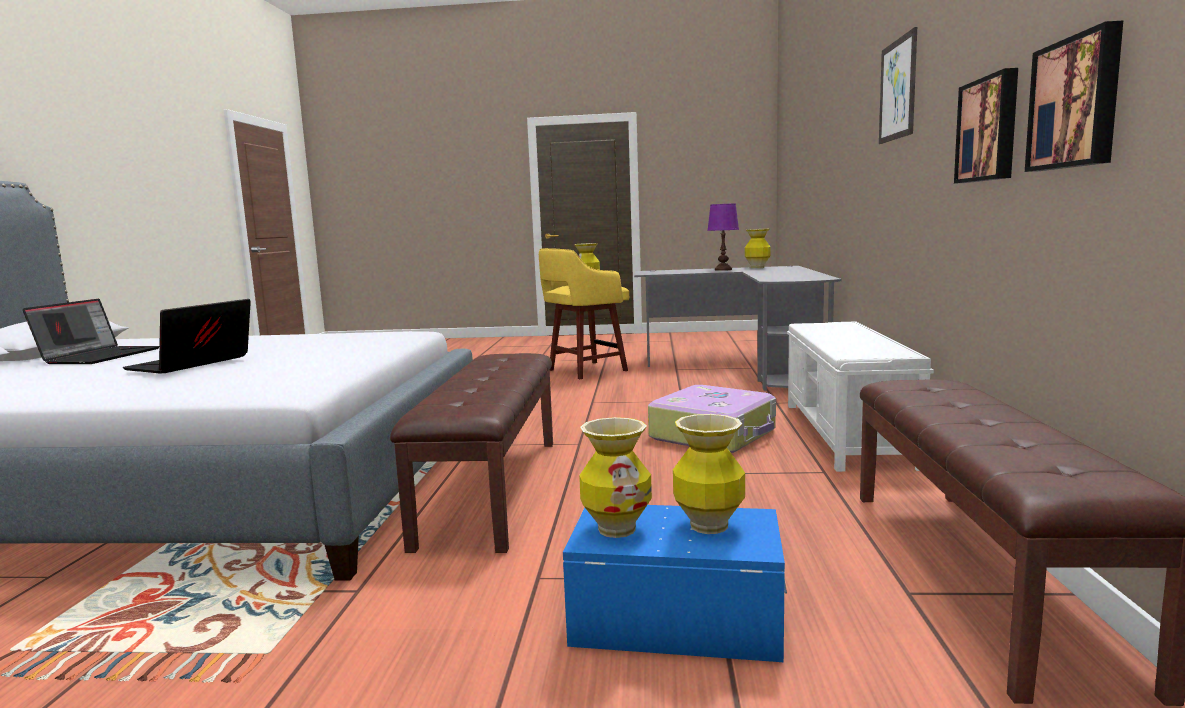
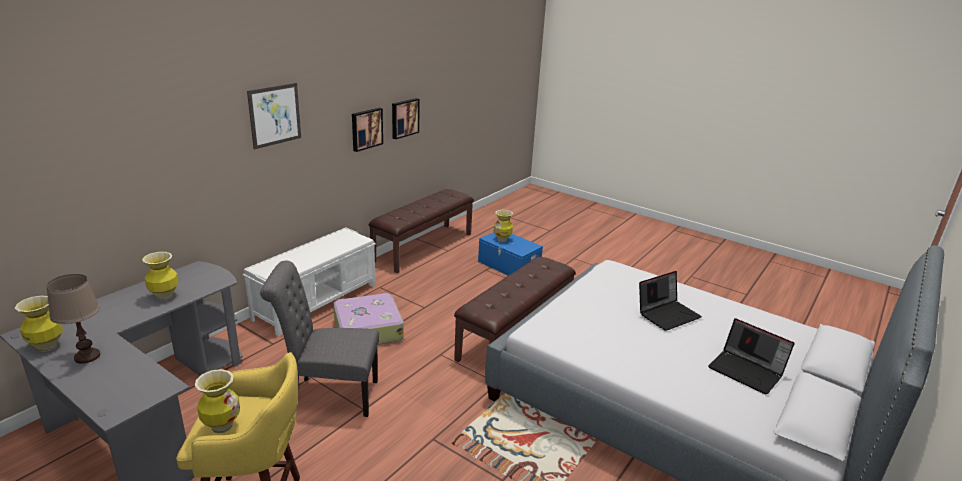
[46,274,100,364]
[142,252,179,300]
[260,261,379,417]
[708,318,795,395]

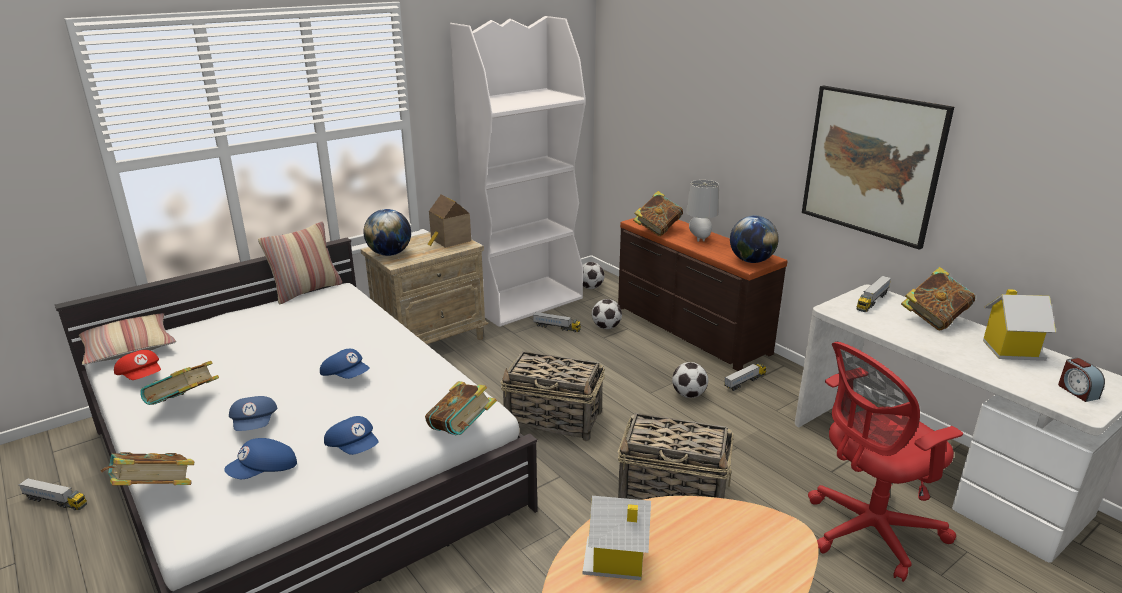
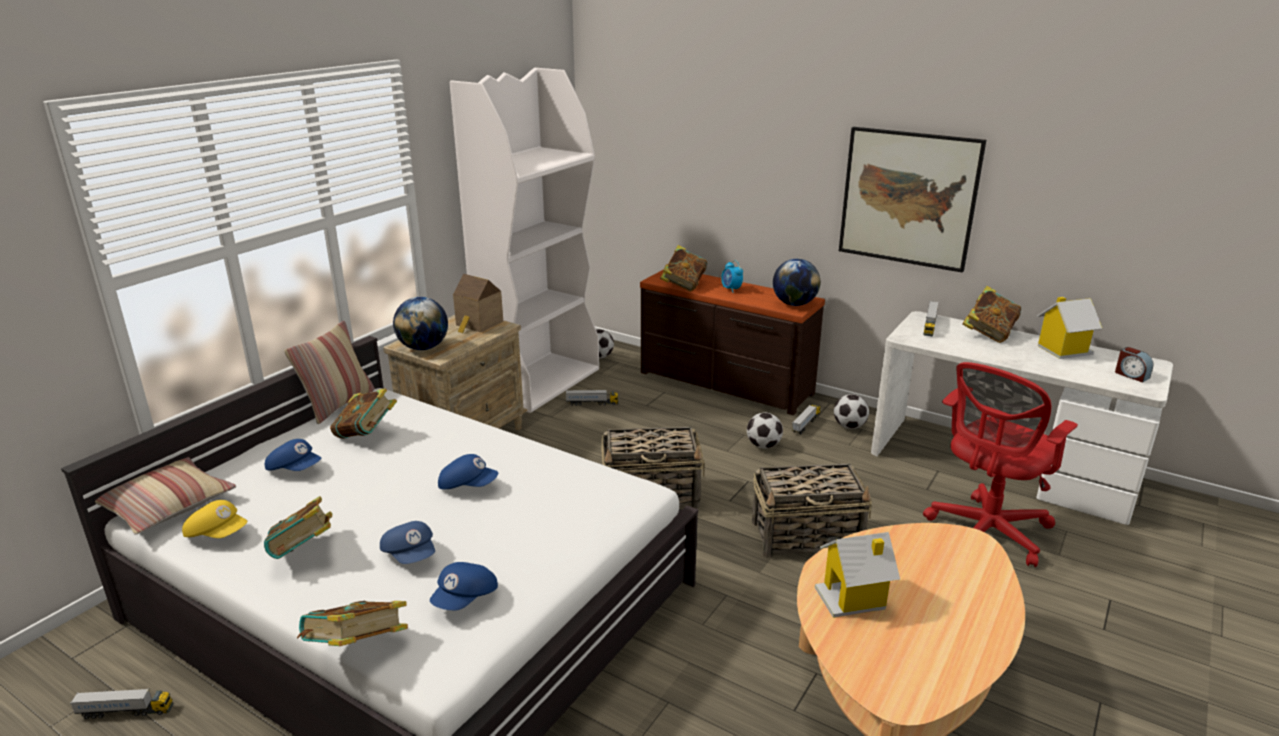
[182,500,247,538]
[265,439,321,471]
[330,388,397,439]
[721,260,743,293]
[834,394,869,429]

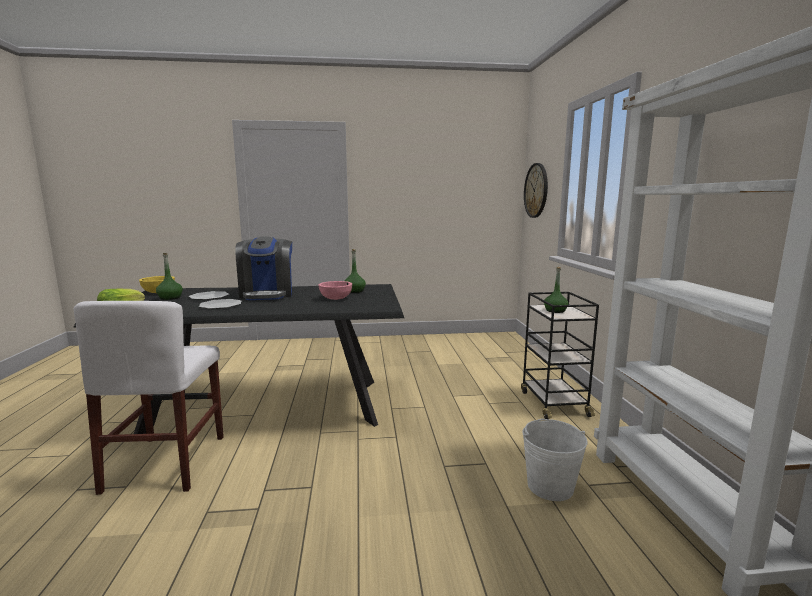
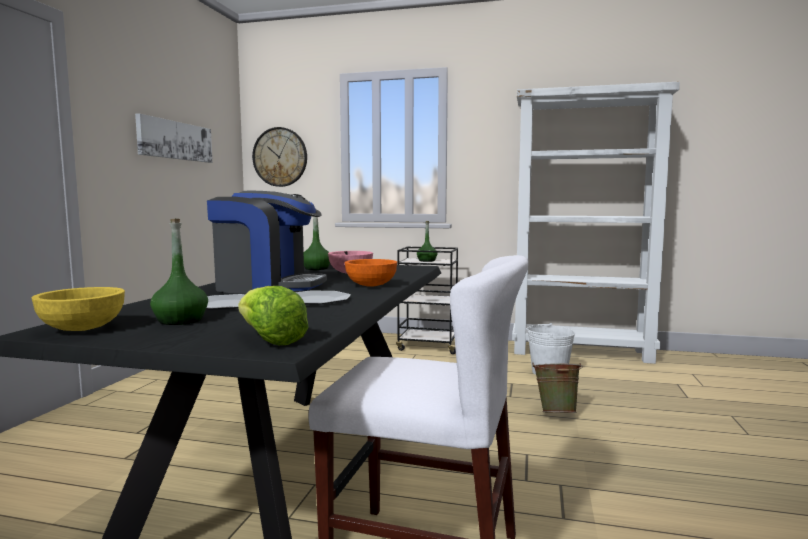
[135,113,212,163]
[345,259,397,287]
[532,362,583,413]

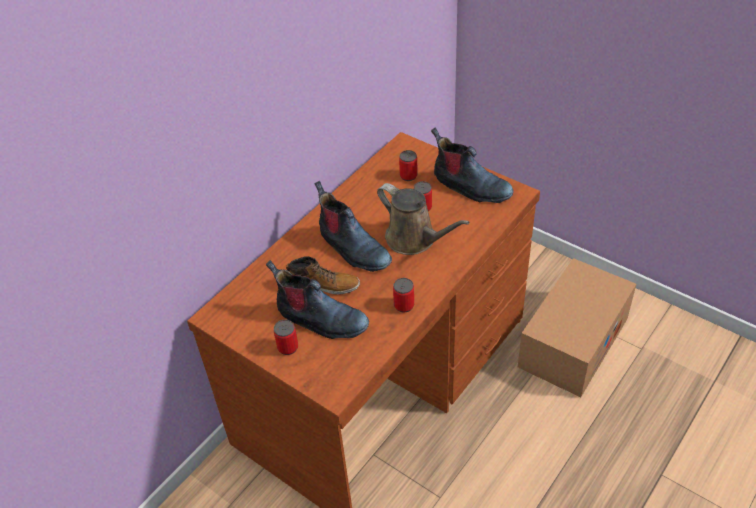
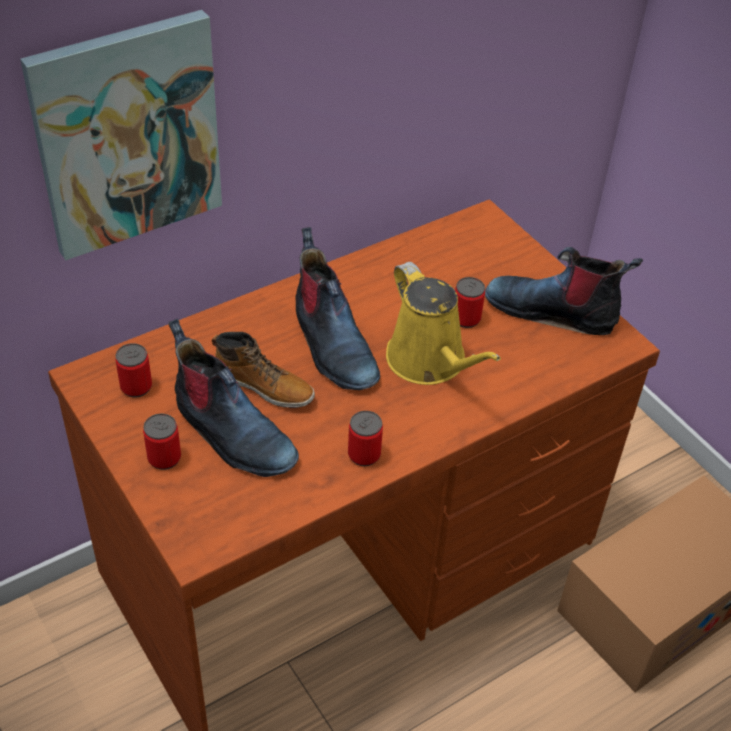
[20,10,222,260]
[115,343,152,397]
[386,262,501,385]
[485,247,643,335]

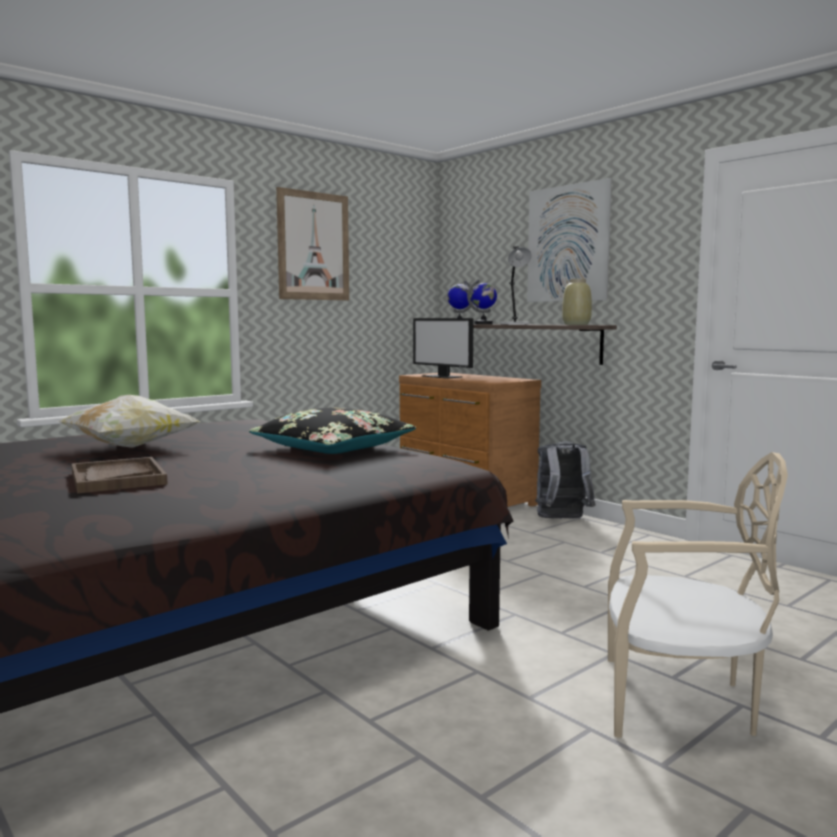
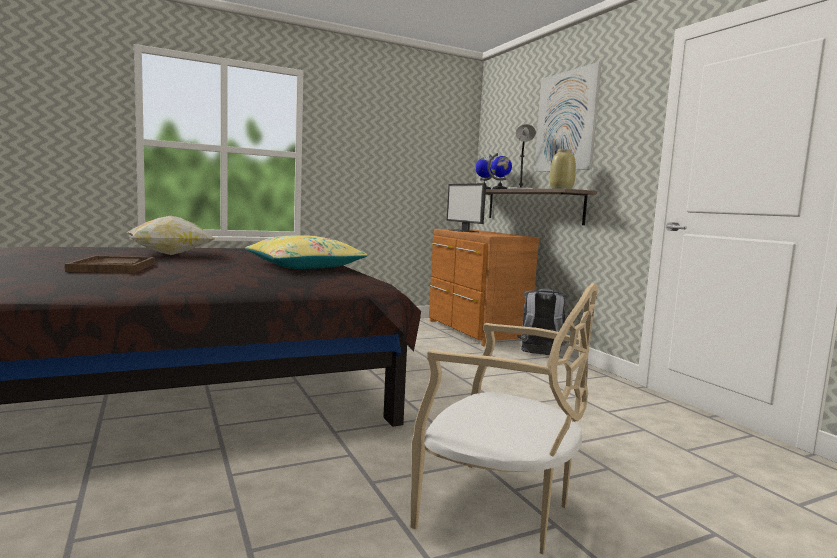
[245,235,368,269]
[276,187,349,300] (first image)

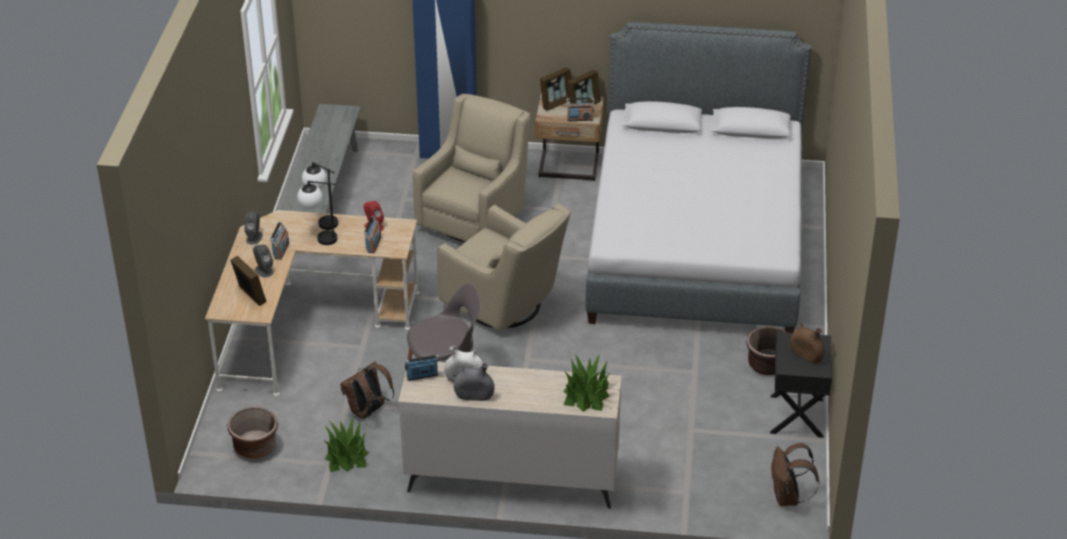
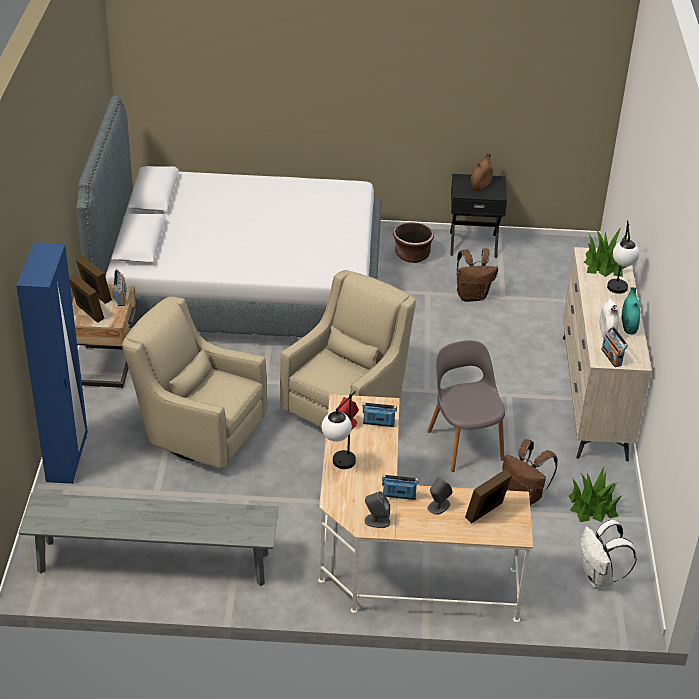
[457,248,498,302]
[581,520,637,588]
[607,220,639,294]
[621,287,640,334]

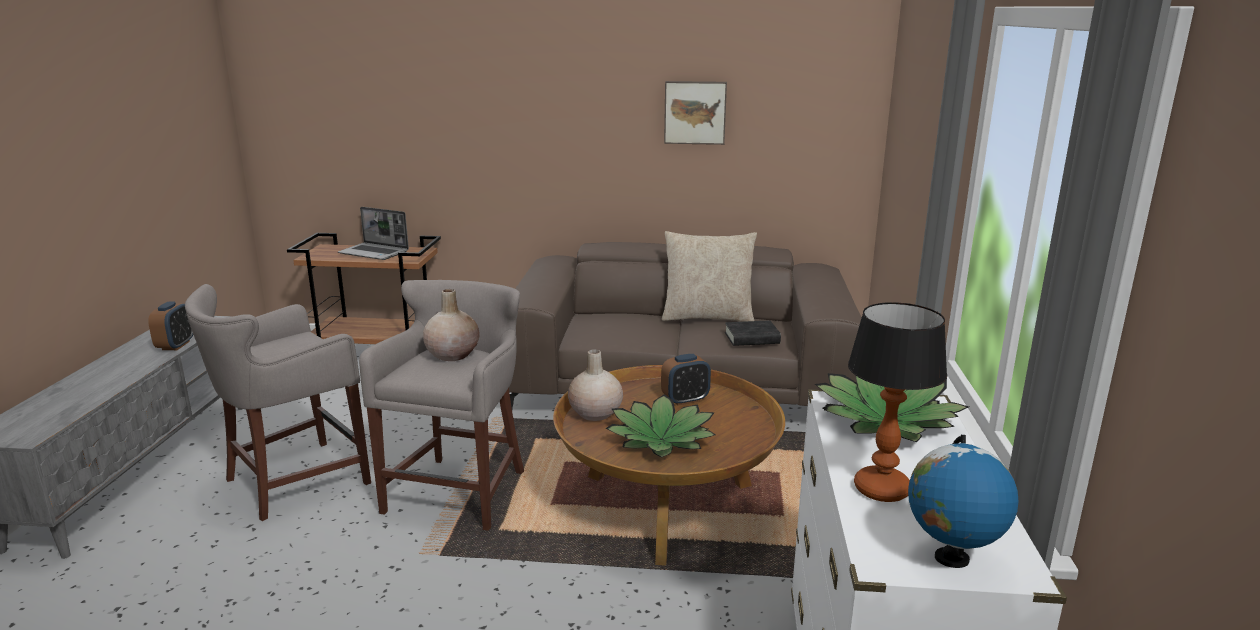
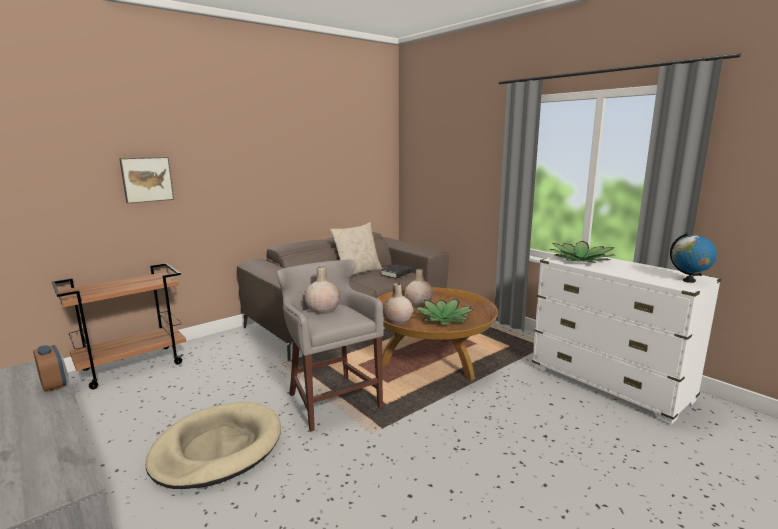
[119,157,174,204]
[146,402,281,489]
[405,269,433,307]
[338,207,409,260] (first image)
[848,302,947,502] (first image)

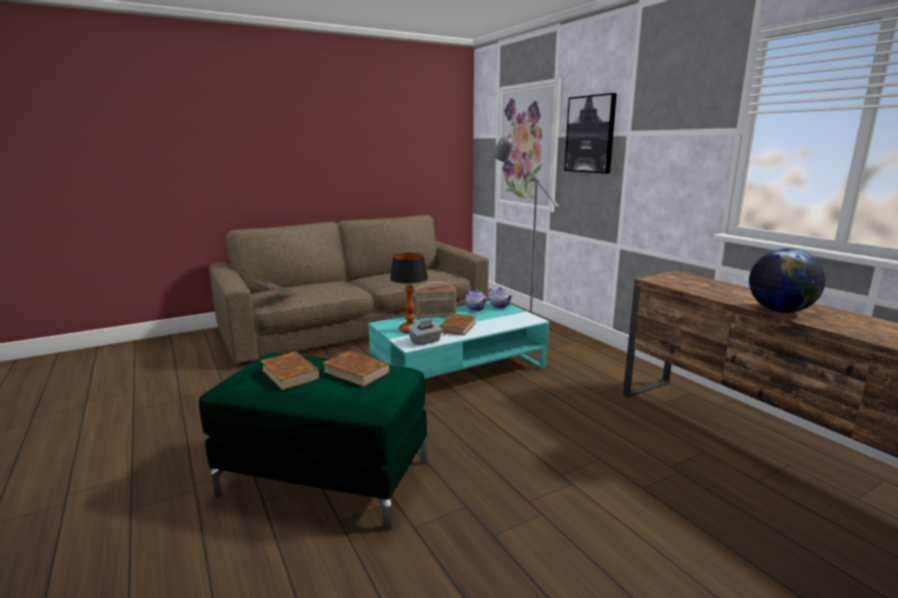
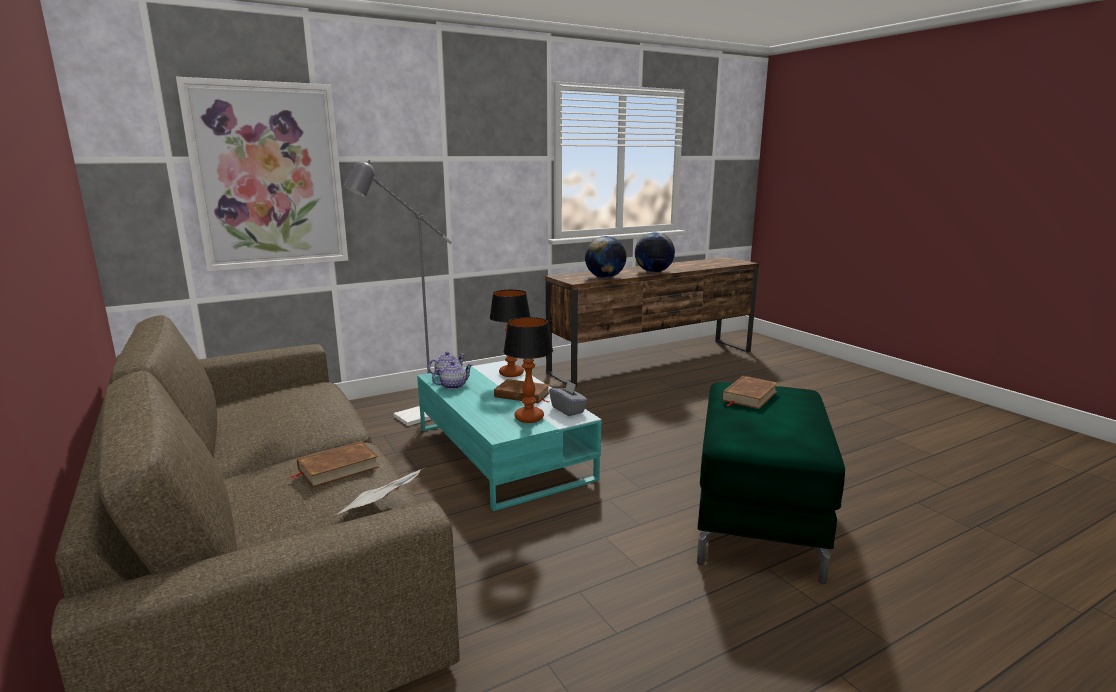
[289,441,379,488]
[490,289,531,377]
[585,236,627,278]
[414,282,456,318] (first image)
[564,93,617,174] (first image)

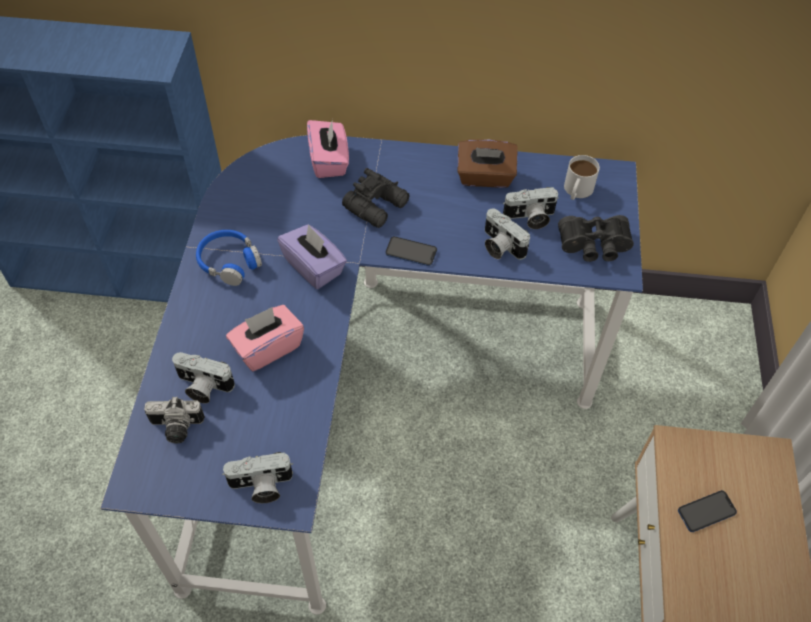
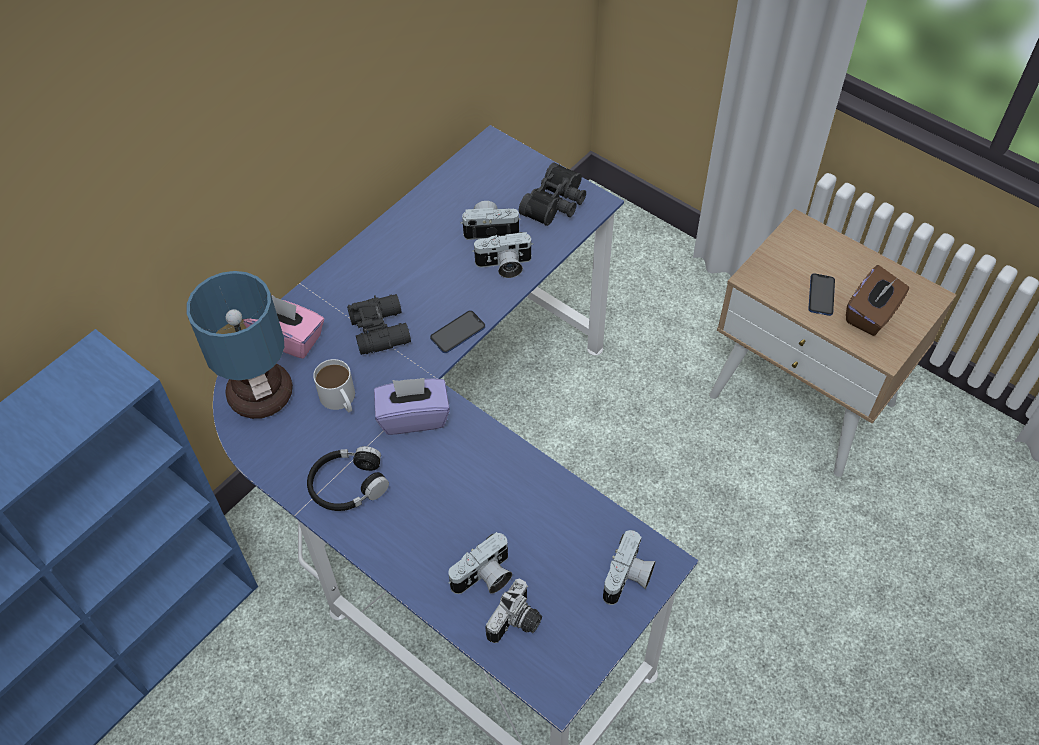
[187,271,293,419]
[307,446,389,511]
[313,359,355,412]
[461,201,521,240]
[846,265,909,336]
[226,305,304,371] (first image)

